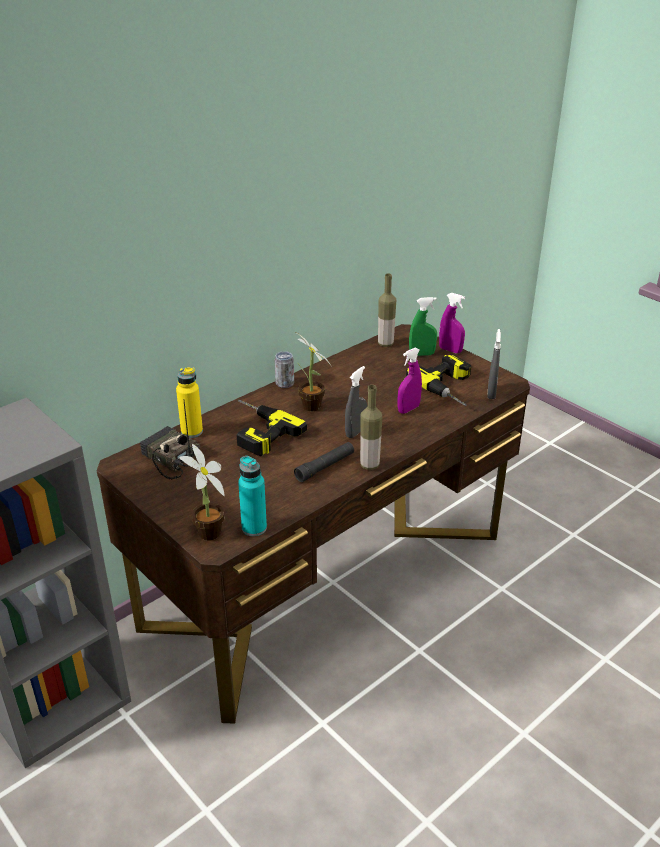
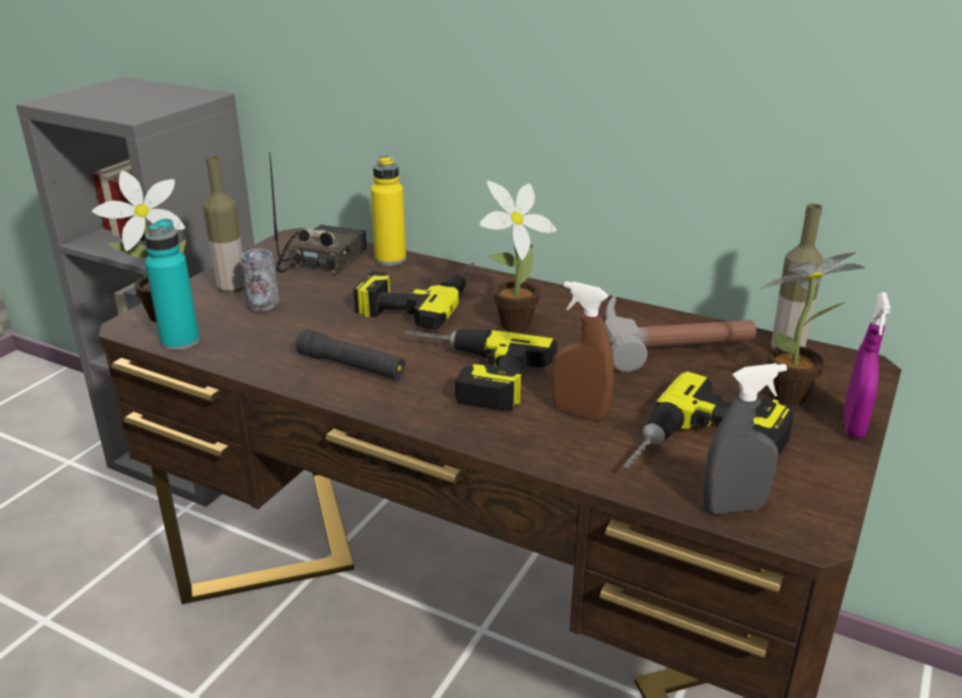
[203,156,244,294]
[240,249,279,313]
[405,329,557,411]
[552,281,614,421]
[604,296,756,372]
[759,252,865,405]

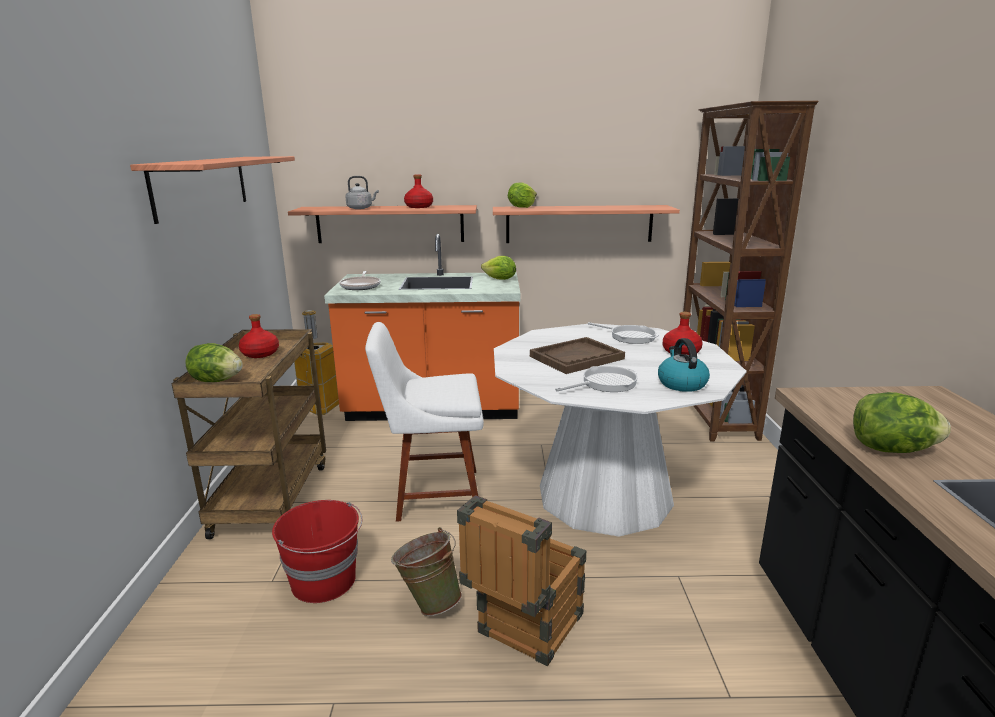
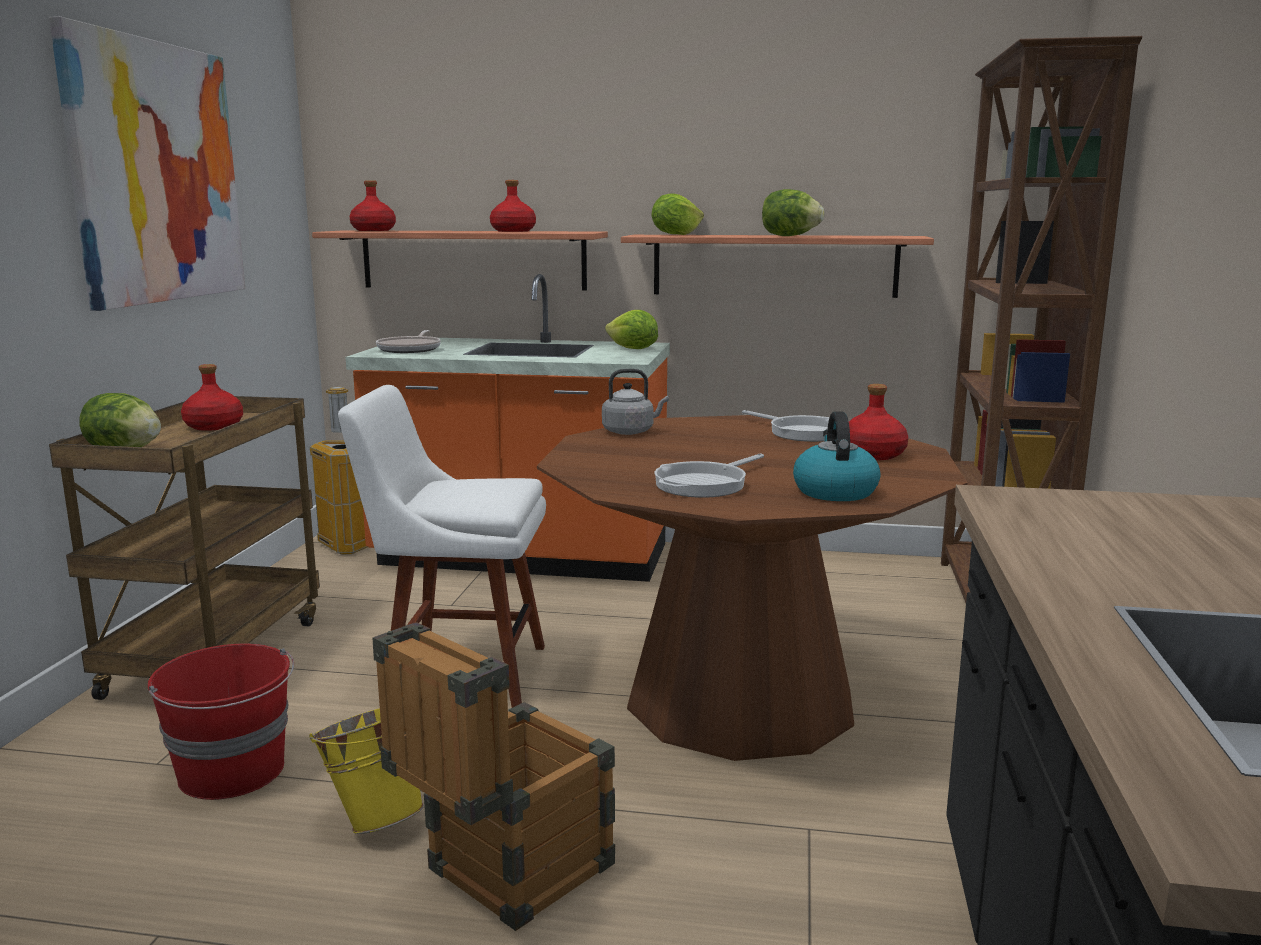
[49,16,246,311]
[309,708,424,834]
[350,181,396,231]
[537,415,967,761]
[602,369,669,435]
[655,453,764,498]
[762,189,824,236]
[530,337,625,374] (first image)

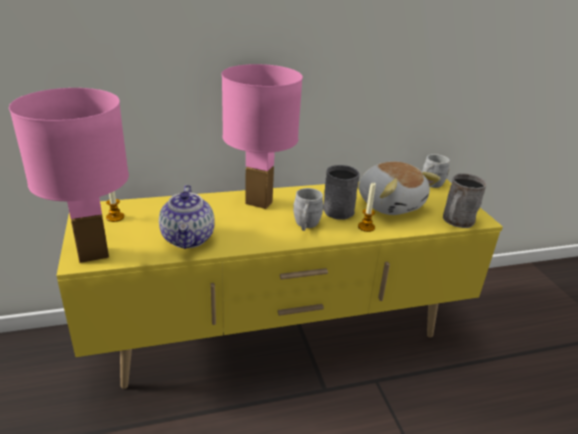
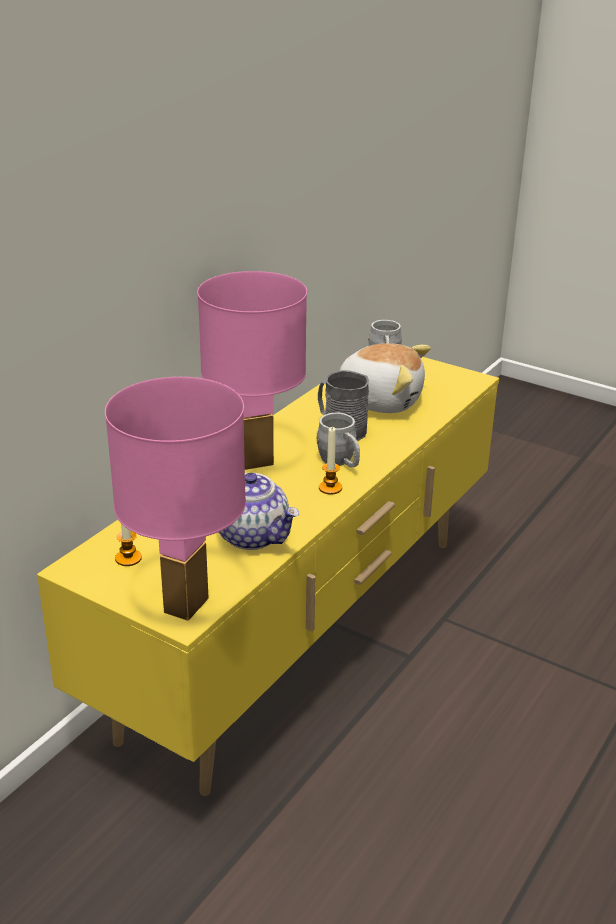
[319,427,342,495]
[443,173,487,228] (first image)

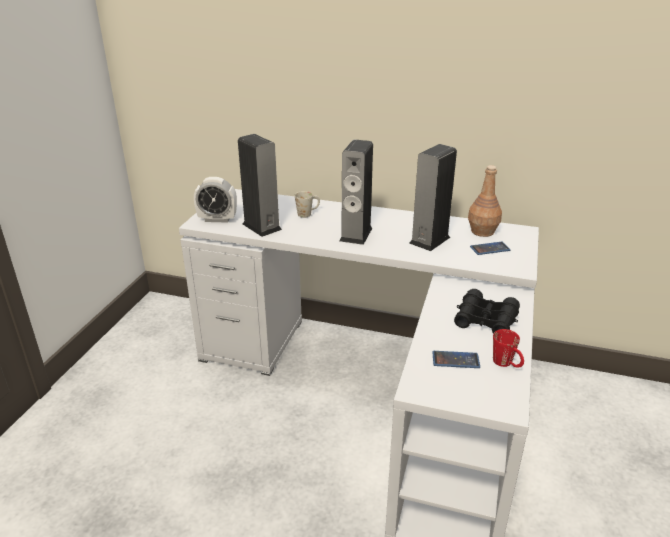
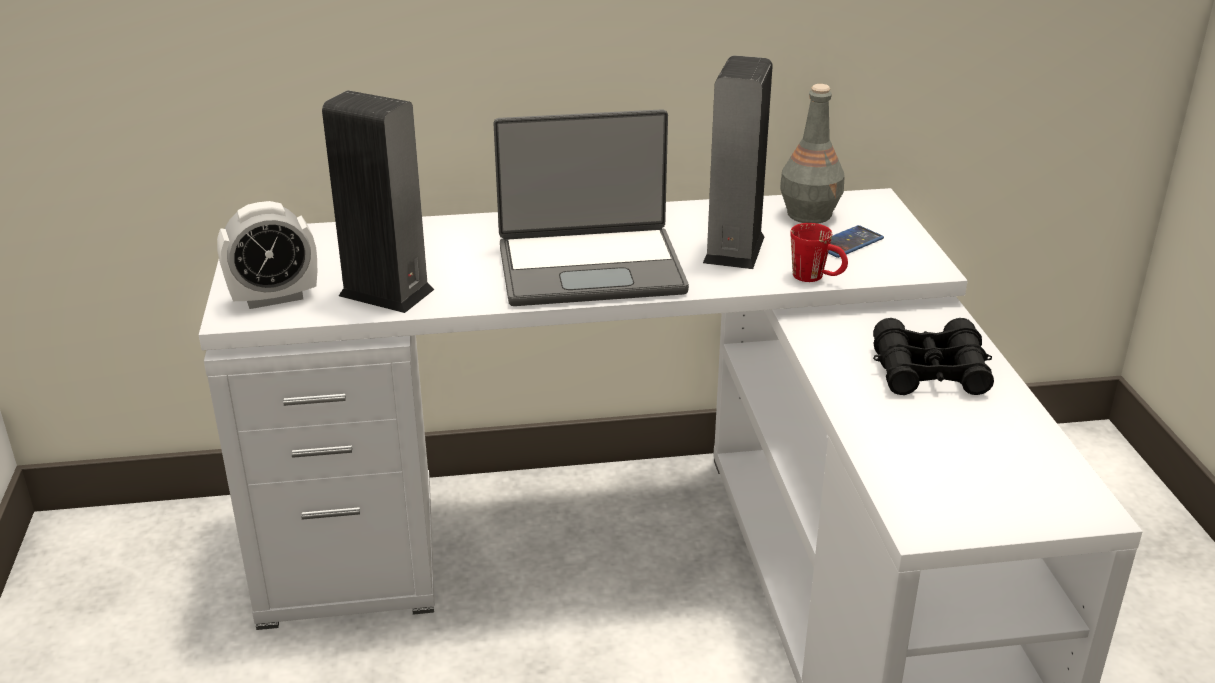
[494,109,689,306]
[780,84,845,224]
[790,223,848,282]
[295,191,320,218] (first image)
[432,351,480,368] (first image)

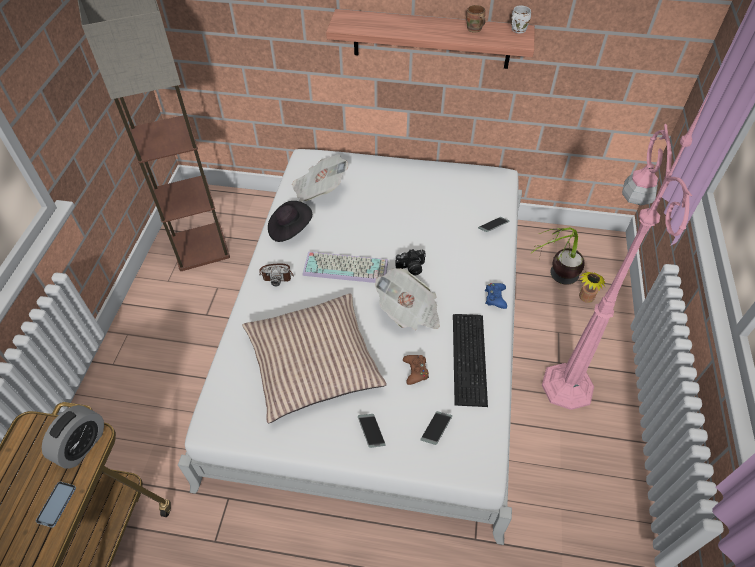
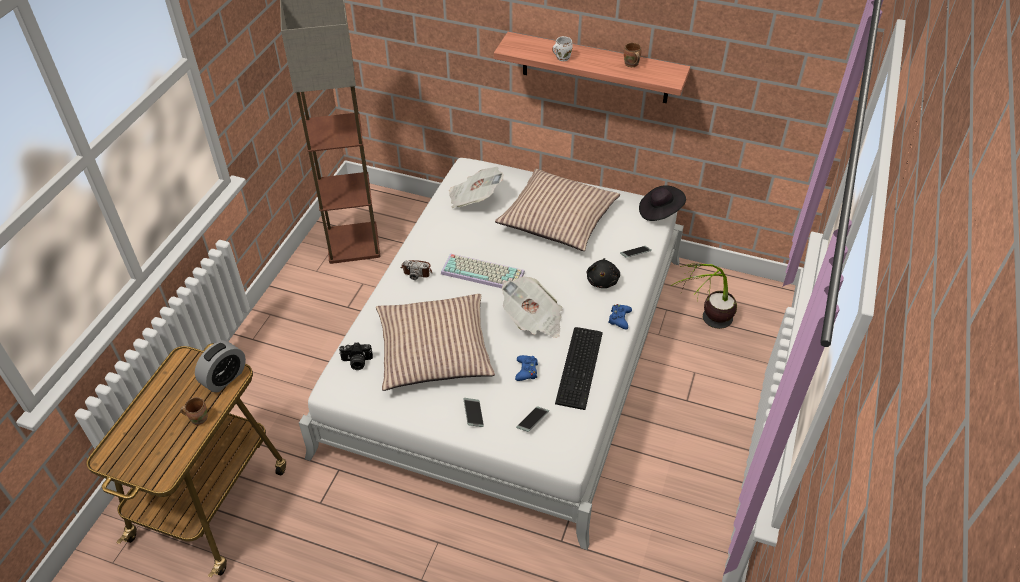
[180,397,208,425]
[339,342,373,370]
[495,169,620,251]
[515,355,538,381]
[552,36,573,61]
[586,258,620,288]
[639,185,686,221]
[542,92,710,410] (first image)
[579,272,606,303] (first image)

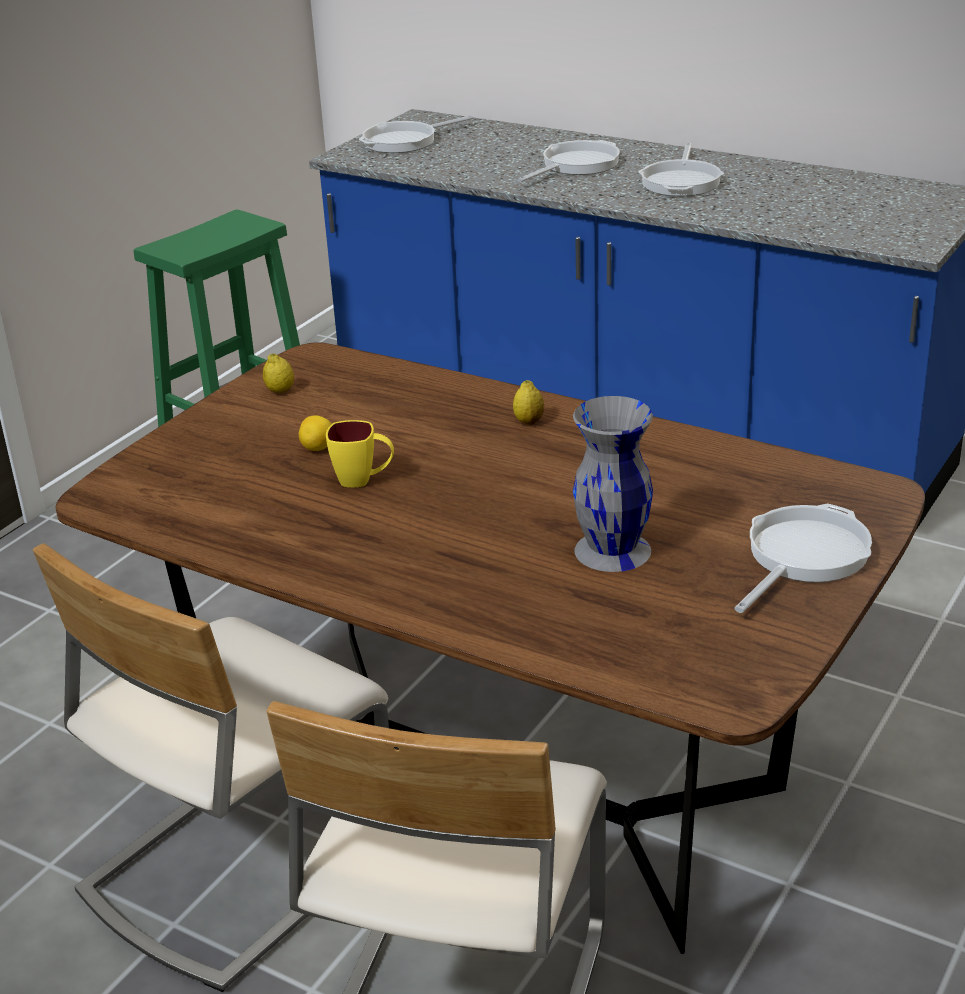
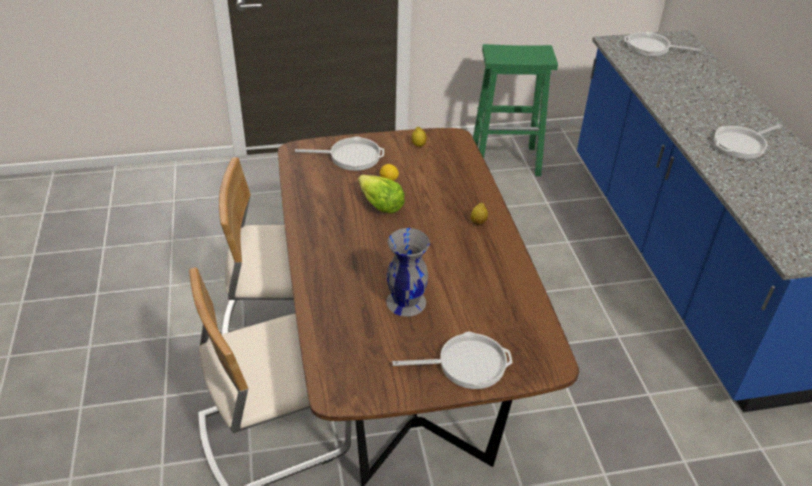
[295,136,384,171]
[358,175,405,214]

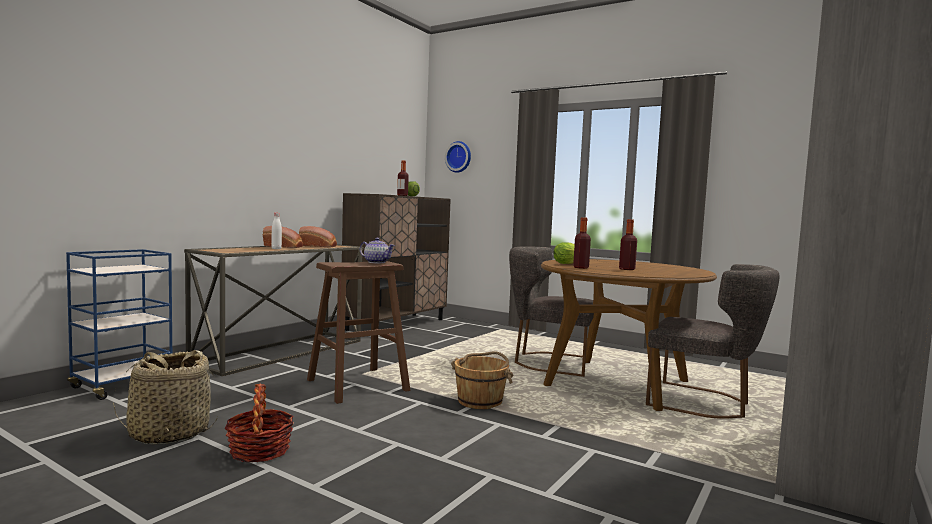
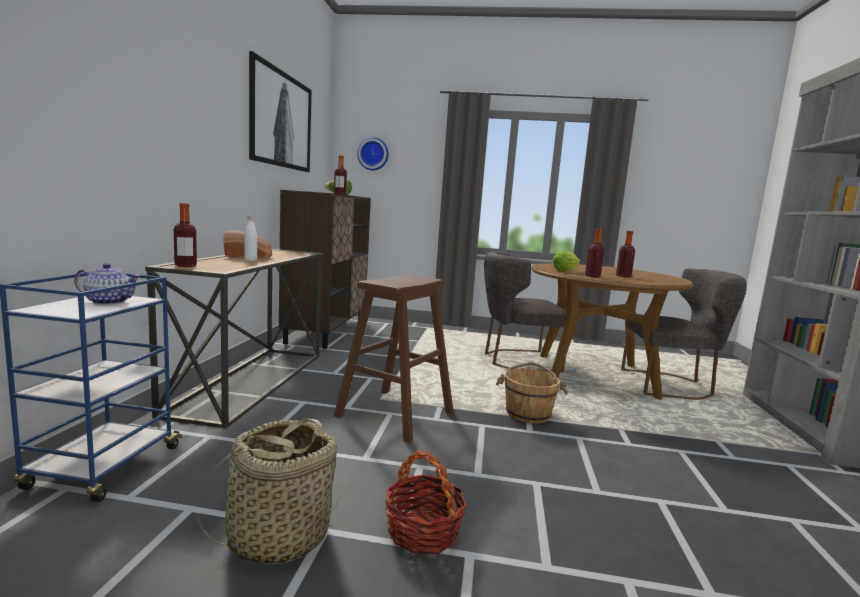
[74,263,141,305]
[174,203,197,267]
[249,51,312,172]
[299,226,337,247] (first image)

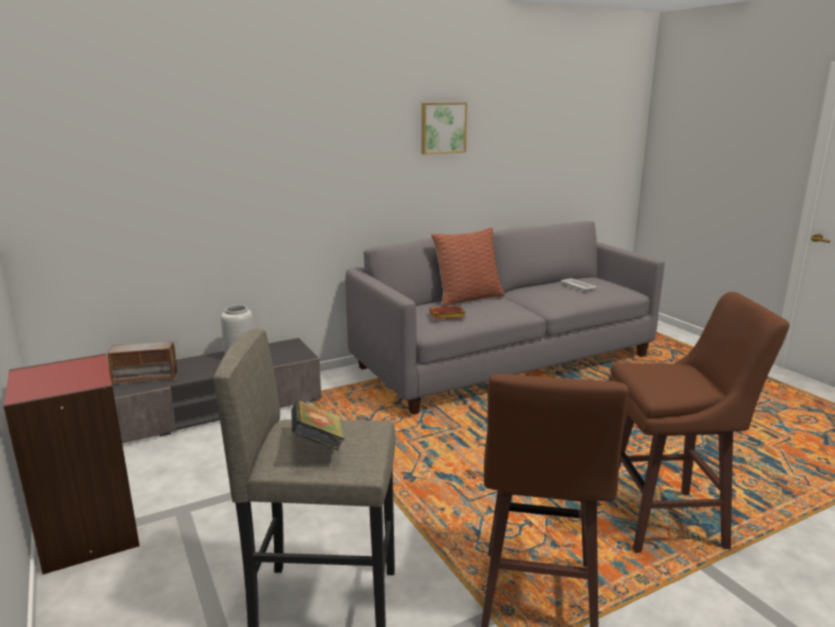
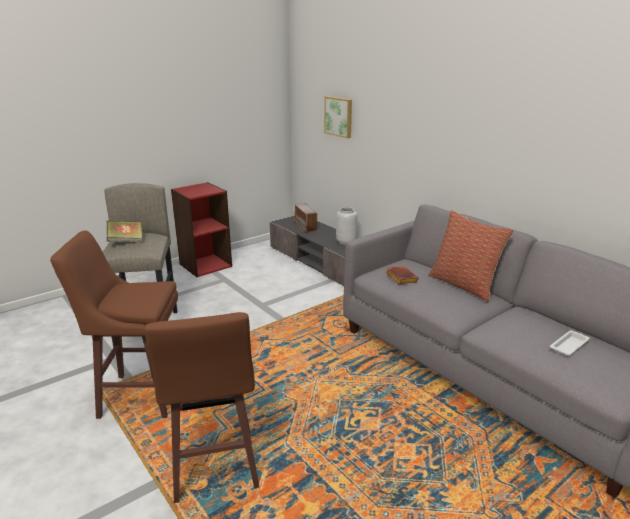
[324,96,352,138]

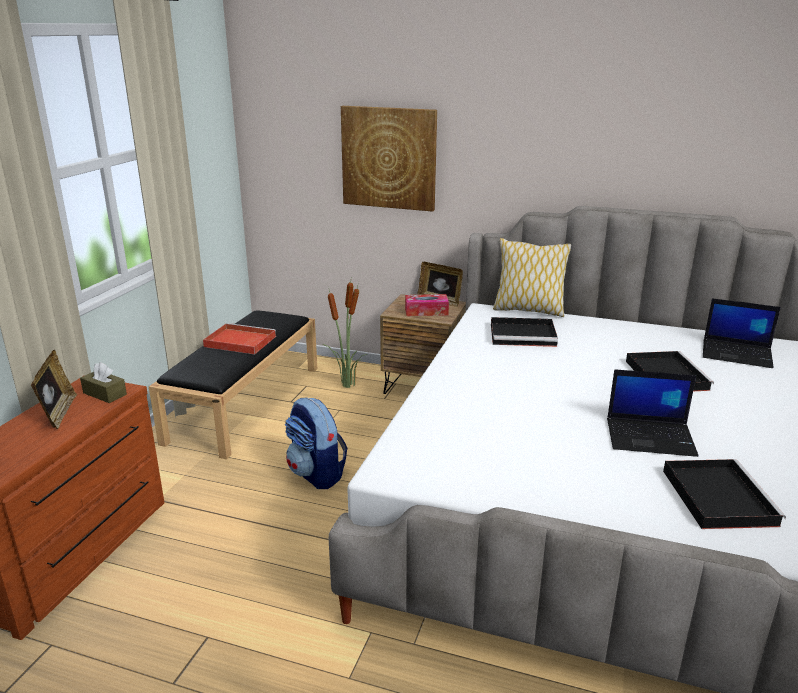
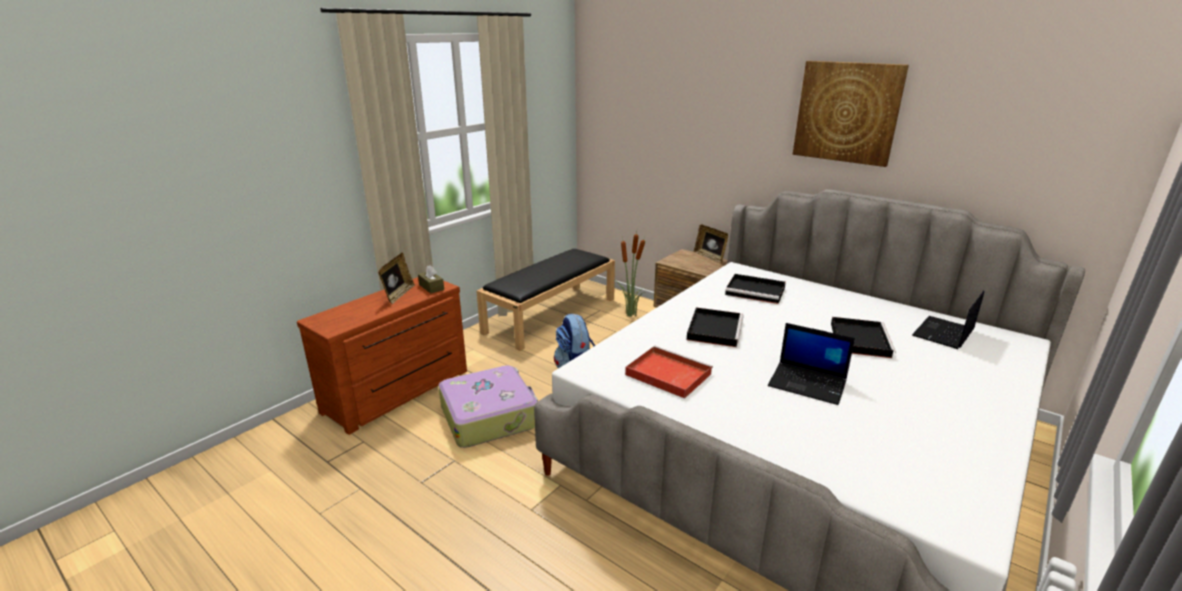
[438,365,538,448]
[625,346,713,399]
[687,307,744,347]
[793,61,909,167]
[912,291,985,349]
[405,294,449,316] (first image)
[493,238,571,317] (first image)

